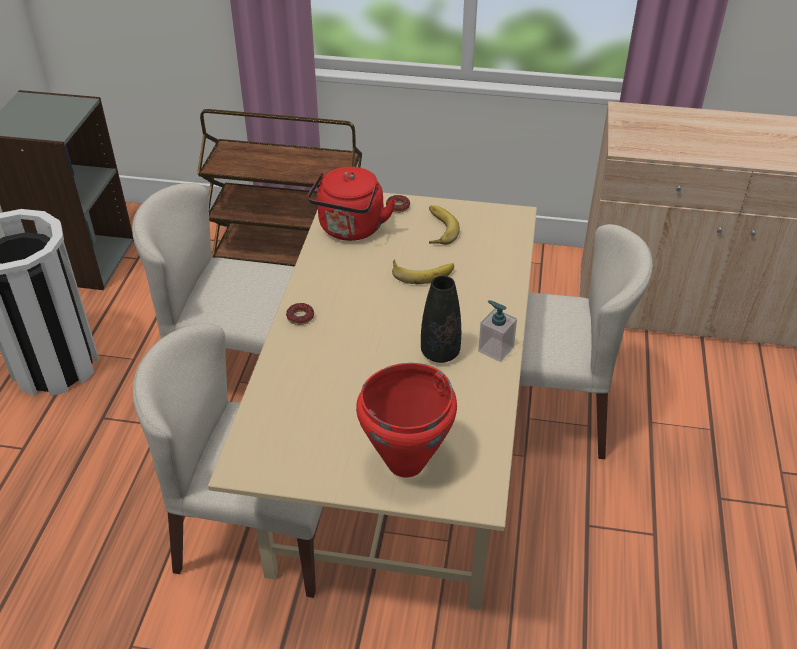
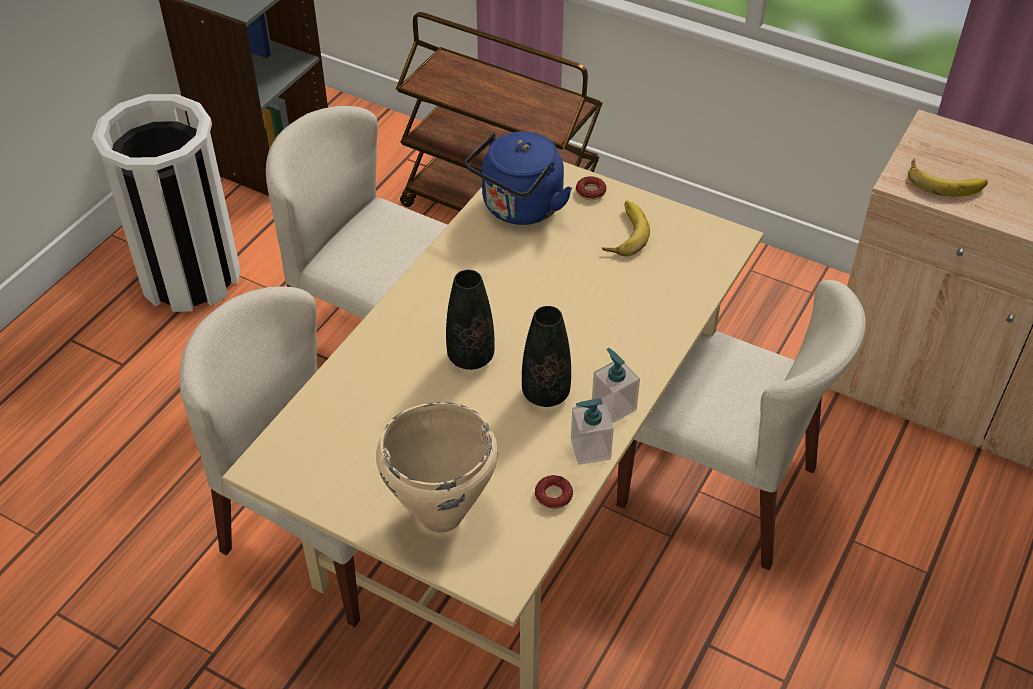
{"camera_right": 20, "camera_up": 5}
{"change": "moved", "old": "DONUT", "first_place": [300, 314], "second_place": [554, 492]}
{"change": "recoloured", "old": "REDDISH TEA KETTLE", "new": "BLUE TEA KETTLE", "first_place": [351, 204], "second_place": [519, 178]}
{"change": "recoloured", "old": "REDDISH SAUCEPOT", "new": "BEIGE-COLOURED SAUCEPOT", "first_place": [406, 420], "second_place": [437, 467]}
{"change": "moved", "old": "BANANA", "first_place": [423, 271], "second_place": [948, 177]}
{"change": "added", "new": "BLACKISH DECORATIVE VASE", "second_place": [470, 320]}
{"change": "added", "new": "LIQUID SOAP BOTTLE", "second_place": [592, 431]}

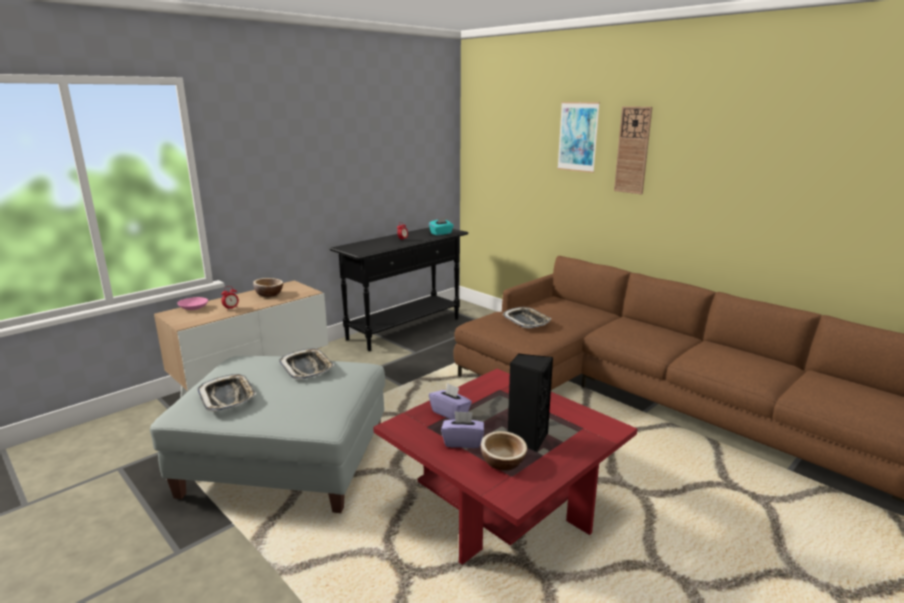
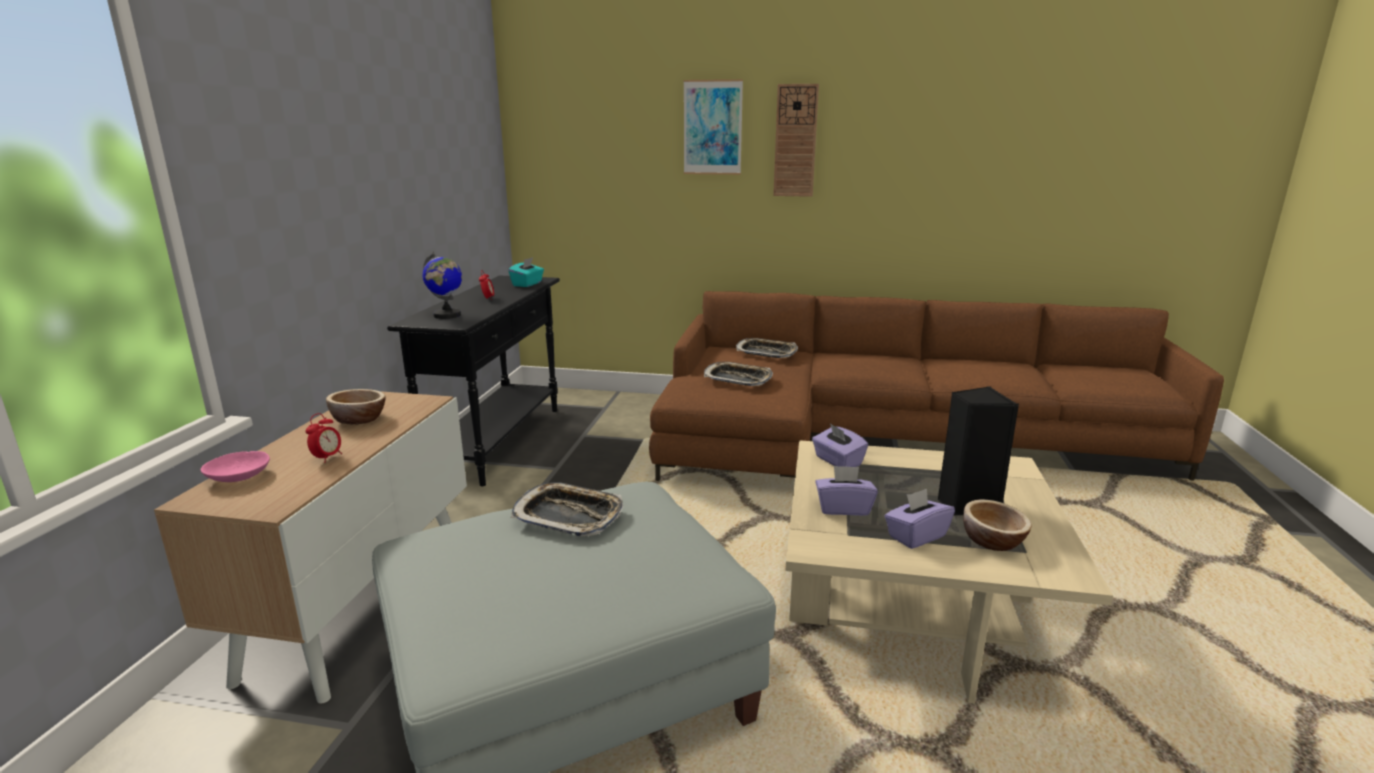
{"camera_right": -35, "camera_up": 0}
{"change": "moved", "old": "TRAY", "first_place": [226, 393], "second_place": [767, 348]}
{"change": "recoloured", "old": "REDDISH LOW TABLE", "new": "BEIGE-COLOURED LOW TABLE", "first_place": [505, 467], "second_place": [949, 571]}
{"change": "added", "new": "GLOBE", "second_place": [442, 285]}
{"change": "added", "new": "PURPLE-COLOURED TISSUE BOX", "second_place": [840, 445]}

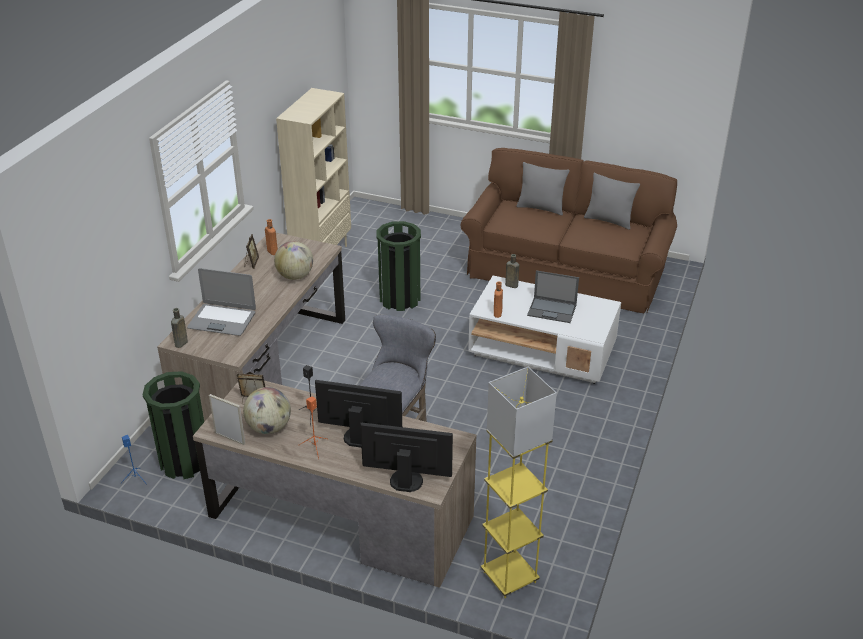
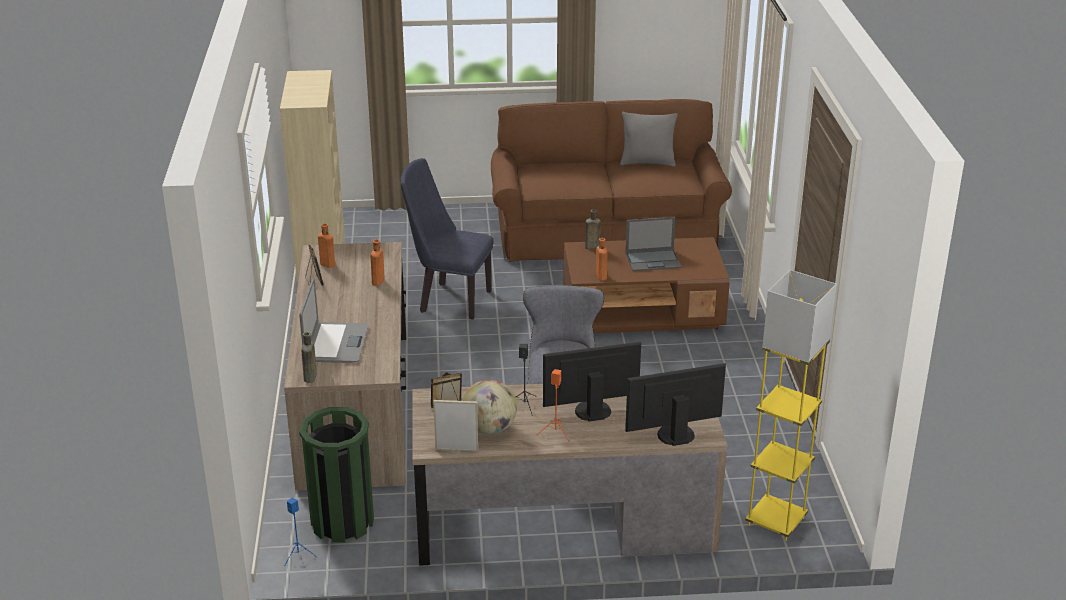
{"camera_right": -25, "camera_up": -5}
{"change": "turned", "old": "LAPTOP", "first_place": [221, 302], "second_place": [334, 320], "degrees": -75}
{"change": "replaced", "old": "GLOBE", "new": "ORANGEY DRINK BOTTLE", "first_place": [293, 260], "second_place": [378, 262]}
{"change": "replaced", "old": "GREEN WASTE BIN", "new": "BLUE CHAIR", "first_place": [398, 266], "second_place": [447, 239]}
{"change": "recoloured", "old": "WHITISH LOW TABLE", "new": "BROWN-COLOURED LOW TABLE", "first_place": [544, 330], "second_place": [646, 285]}
{"change": "removed", "old": "GREYISH THROW PILLOW", "first_place": [543, 188]}

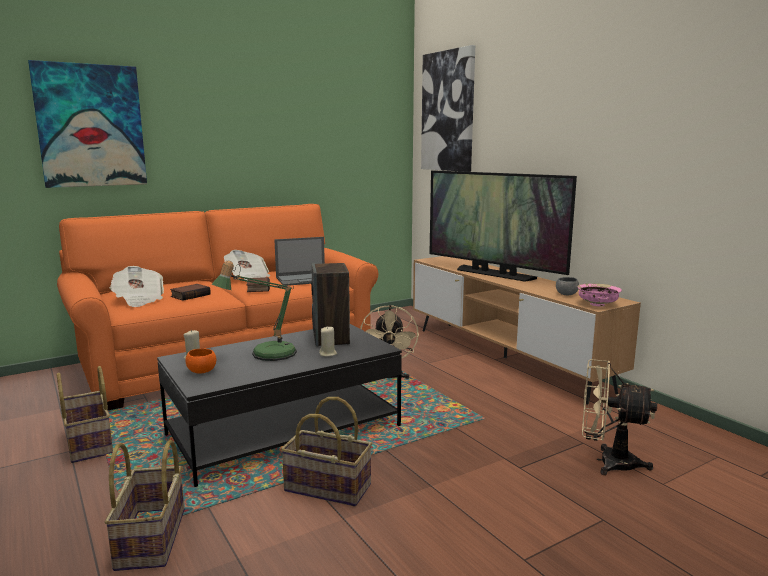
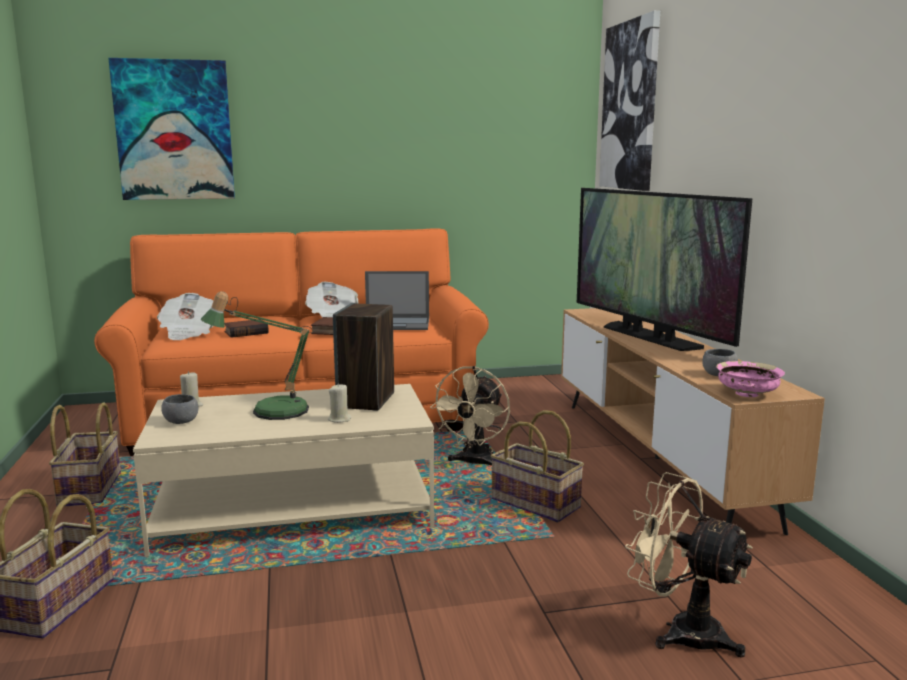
{"camera_right": 20, "camera_up": 0}
{"change": "recoloured", "old": "BLACKISH LOW TABLE", "new": "BEIGE-COLOURED LOW TABLE", "first_place": [279, 405], "second_place": [283, 470]}
{"change": "recoloured", "old": "ORANGEY DEEP DISH", "new": "GREYISH DEEP DISH", "first_place": [200, 361], "second_place": [179, 409]}
{"change": "moved", "old": "STORAGE BASKET", "first_place": [326, 452], "second_place": [537, 466]}

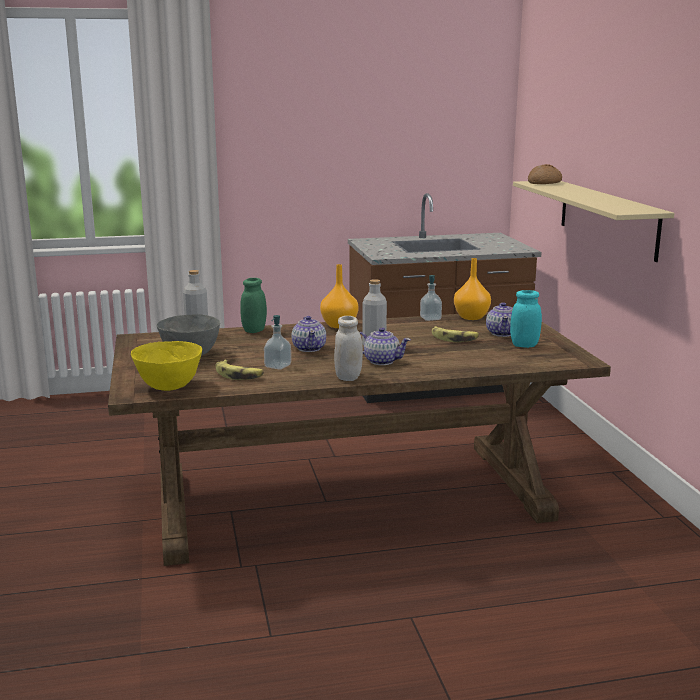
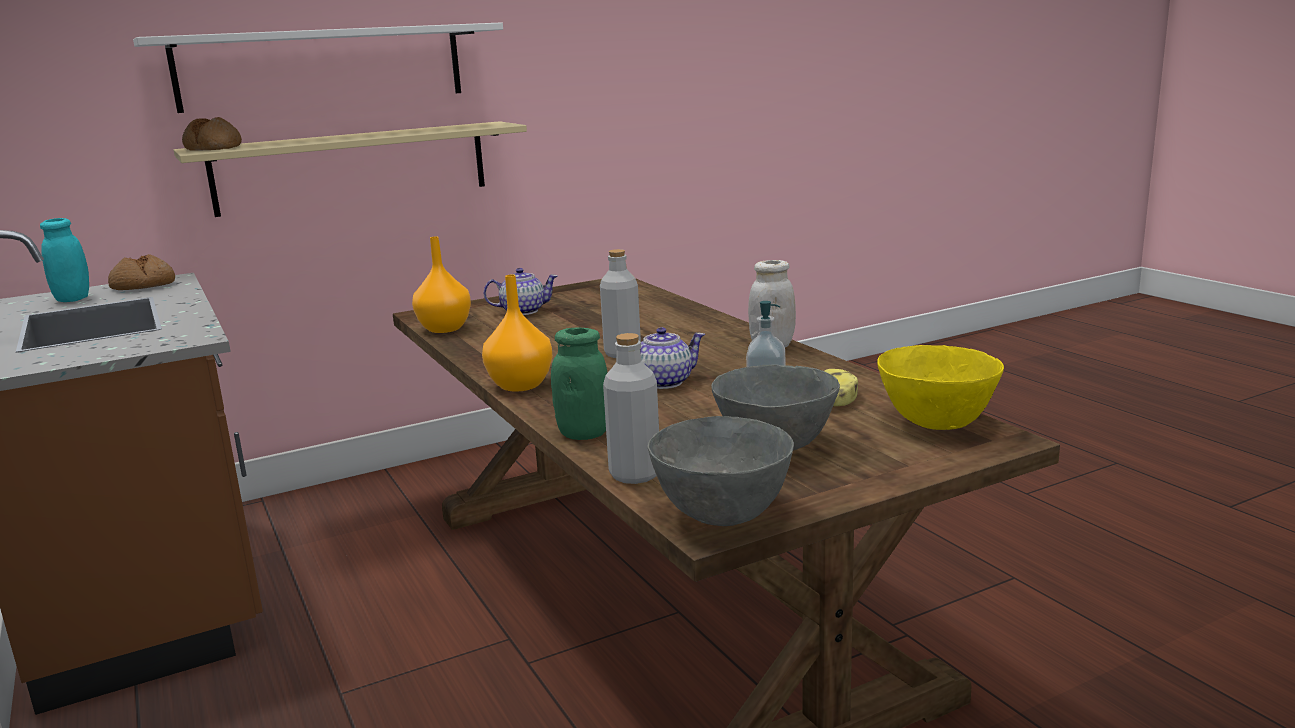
{"camera_right": -105, "camera_up": 0}
{"change": "removed", "old": "TEA POT", "first_place": [385, 346]}
{"change": "removed", "old": "LIQUID SOAP BOTTLE", "first_place": [431, 298]}
{"change": "removed", "old": "BANANA", "first_place": [455, 334]}
{"change": "moved", "old": "TURQUOISE-COLOURED JAR", "first_place": [526, 319], "second_place": [64, 260]}
{"change": "added", "new": "BAKED BREAD", "second_place": [141, 272]}
{"change": "added", "new": "WHITISH SHELF", "second_place": [318, 67]}
{"change": "added", "new": "GREYISH DEEP DISH", "second_place": [720, 471]}

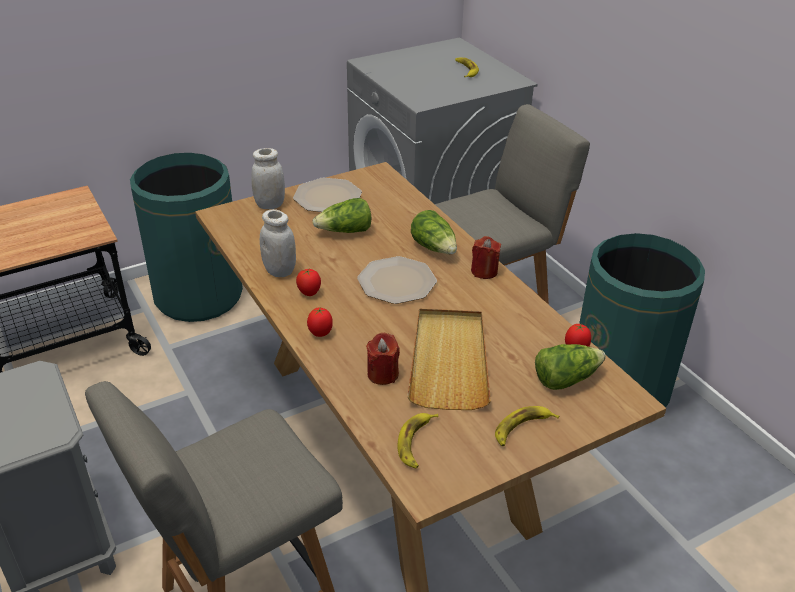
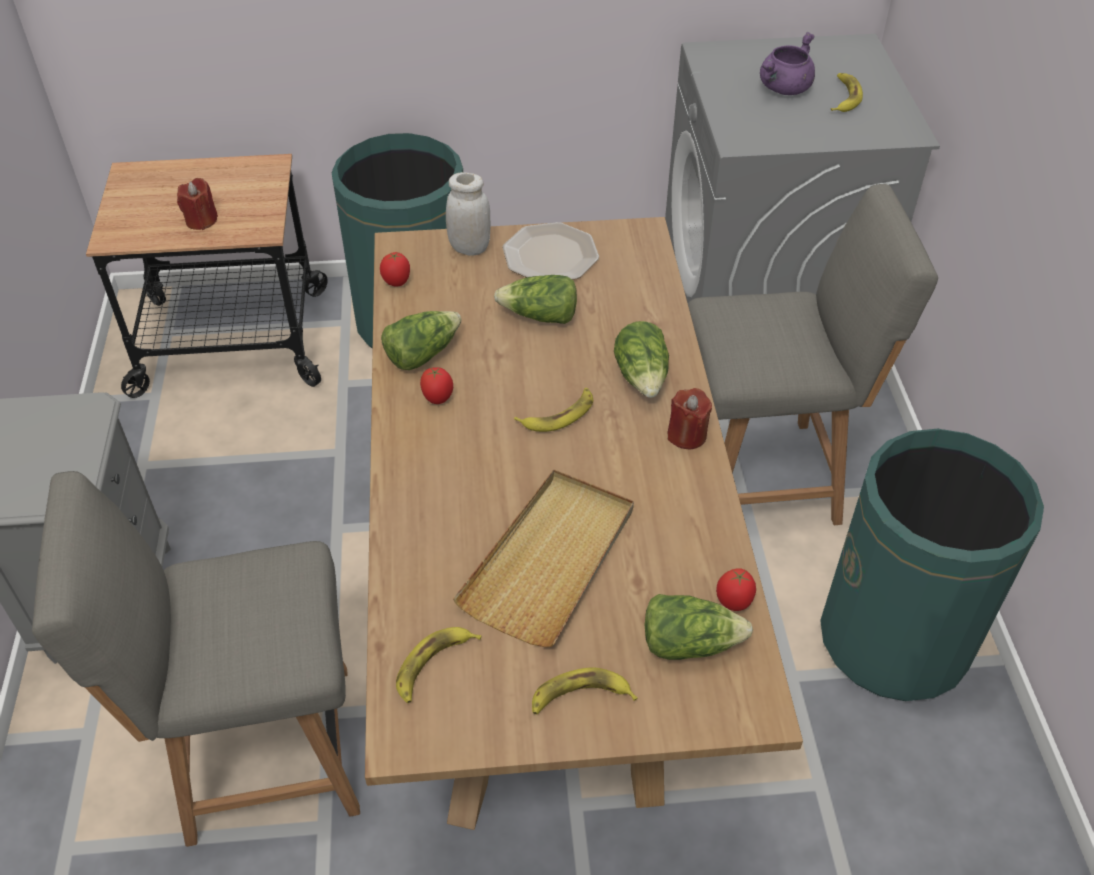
{"camera_right": 25, "camera_up": 10}
{"change": "replaced", "old": "WHITISH JAR", "new": "HEAD OF LETTUCE", "first_place": [278, 243], "second_place": [421, 340]}
{"change": "moved", "old": "WHOLE TOMATO", "first_place": [320, 322], "second_place": [395, 269]}
{"change": "replaced", "old": "DINNER PLATE", "new": "BANANA", "first_place": [397, 280], "second_place": [553, 410]}
{"change": "moved", "old": "REDDISH WAX LIGHT", "first_place": [383, 359], "second_place": [197, 204]}
{"change": "added", "new": "PURPLE-COLOURED SAUCEPOT", "second_place": [787, 63]}

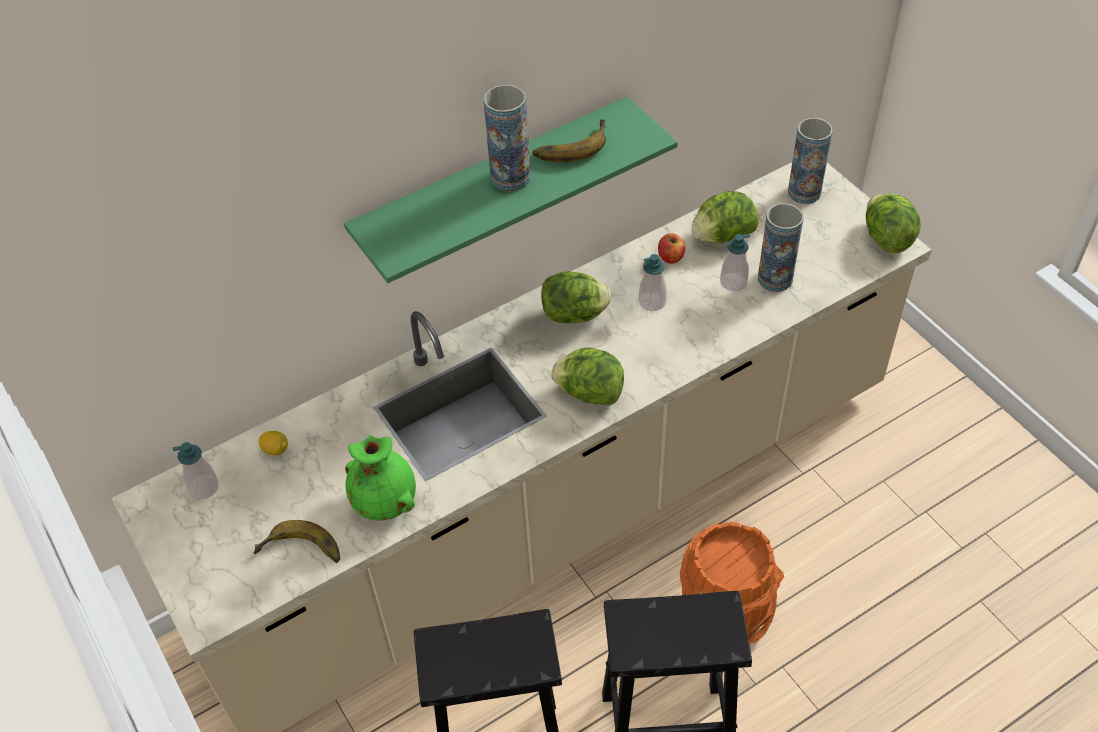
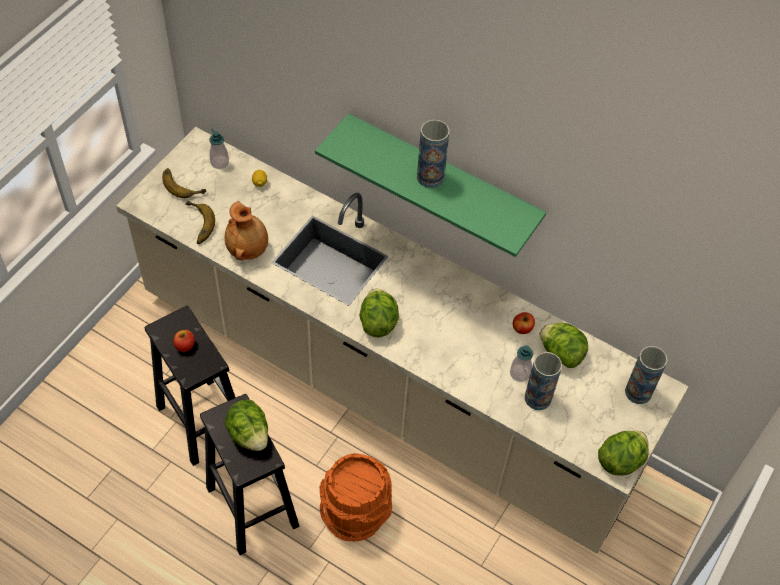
{"camera_right": 60, "camera_up": 5}
{"change": "recoloured", "old": "GREEN DECORATIVE VASE", "new": "BROWN-COLOURED DECORATIVE VASE", "first_place": [380, 477], "second_place": [246, 230]}
{"change": "moved", "old": "BANANA", "first_place": [569, 140], "second_place": [184, 183]}
{"change": "moved", "old": "HEAD OF LETTUCE", "first_place": [576, 297], "second_place": [246, 425]}
{"change": "removed", "old": "LIQUID SOAP BOTTLE", "first_place": [653, 282]}
{"change": "added", "new": "APPLE", "second_place": [184, 341]}

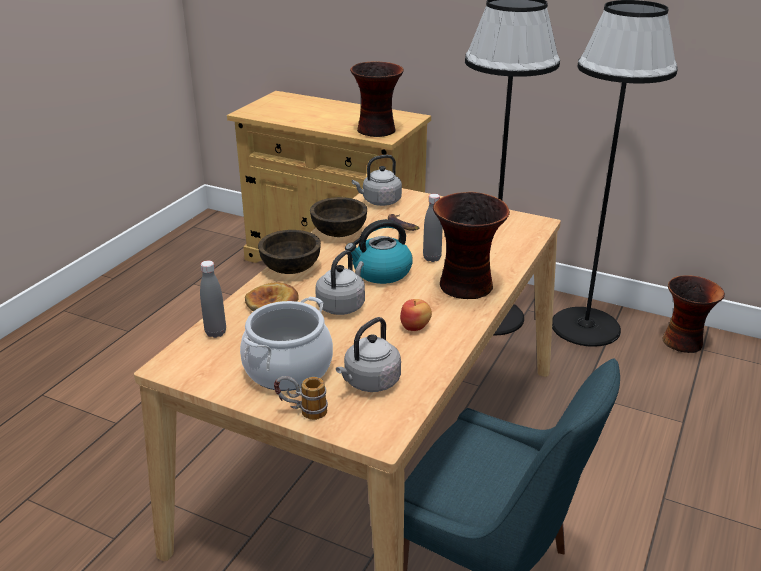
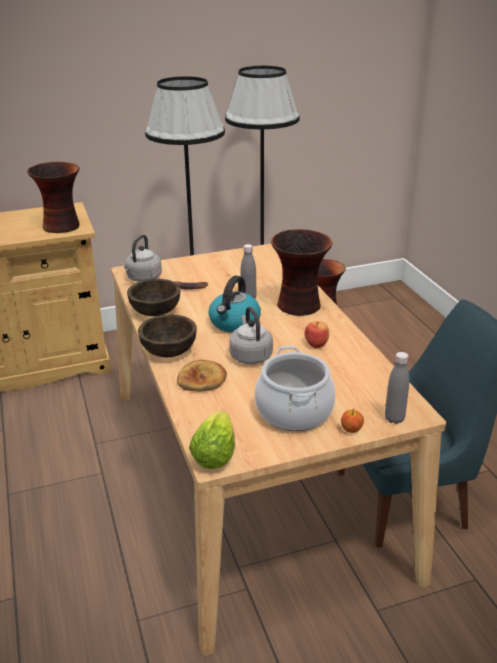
{"camera_right": -45, "camera_up": 0}
{"change": "moved", "old": "GREYISH DRINK BOTTLE", "first_place": [213, 299], "second_place": [397, 388]}
{"change": "replaced", "old": "MUG", "new": "APPLE", "first_place": [301, 398], "second_place": [352, 421]}
{"change": "removed", "old": "GREYISH TEA KETTLE", "first_place": [368, 354]}
{"change": "added", "new": "HEAD OF LETTUCE", "second_place": [212, 440]}

